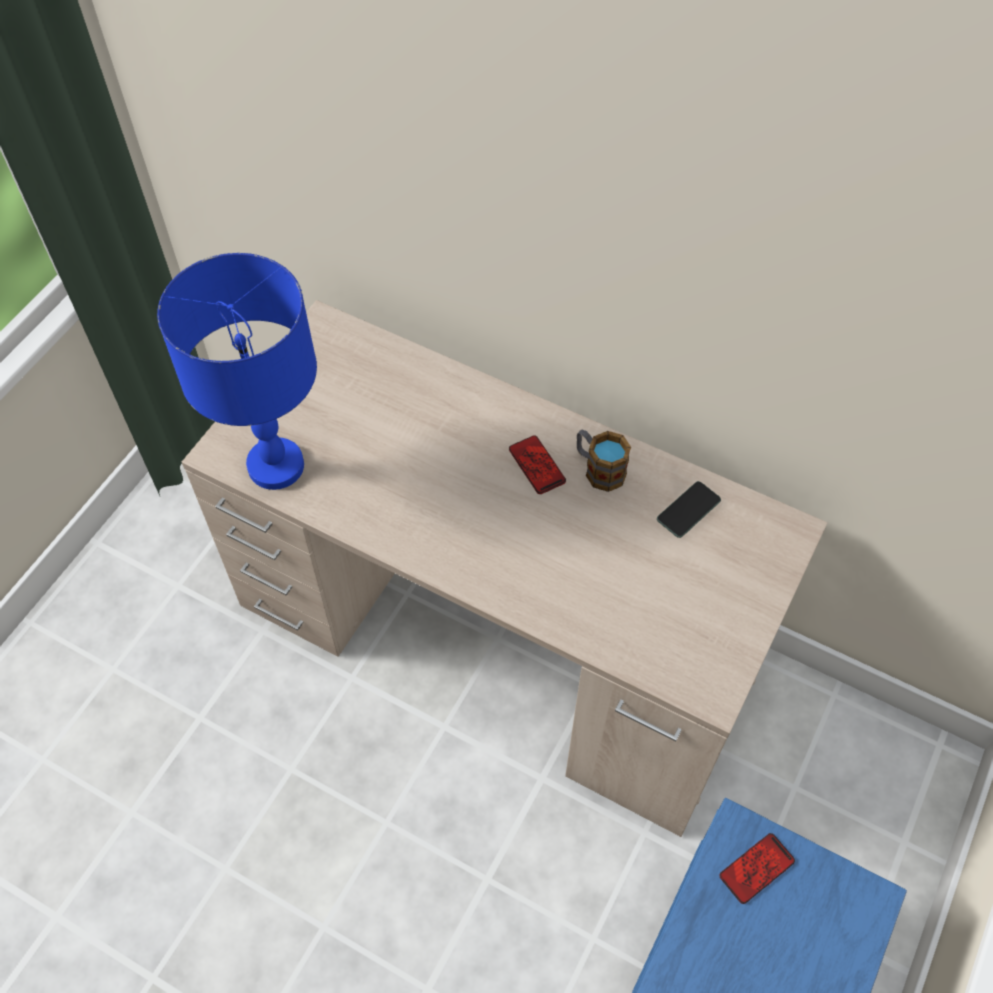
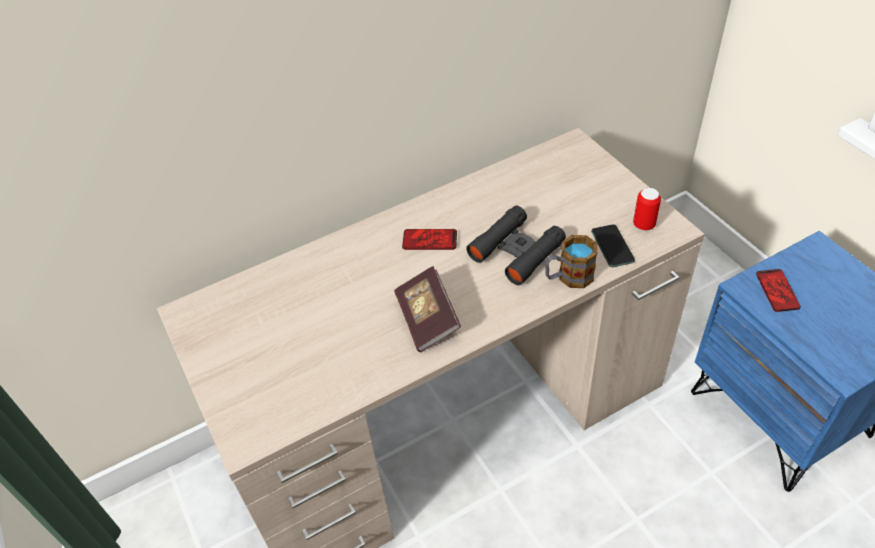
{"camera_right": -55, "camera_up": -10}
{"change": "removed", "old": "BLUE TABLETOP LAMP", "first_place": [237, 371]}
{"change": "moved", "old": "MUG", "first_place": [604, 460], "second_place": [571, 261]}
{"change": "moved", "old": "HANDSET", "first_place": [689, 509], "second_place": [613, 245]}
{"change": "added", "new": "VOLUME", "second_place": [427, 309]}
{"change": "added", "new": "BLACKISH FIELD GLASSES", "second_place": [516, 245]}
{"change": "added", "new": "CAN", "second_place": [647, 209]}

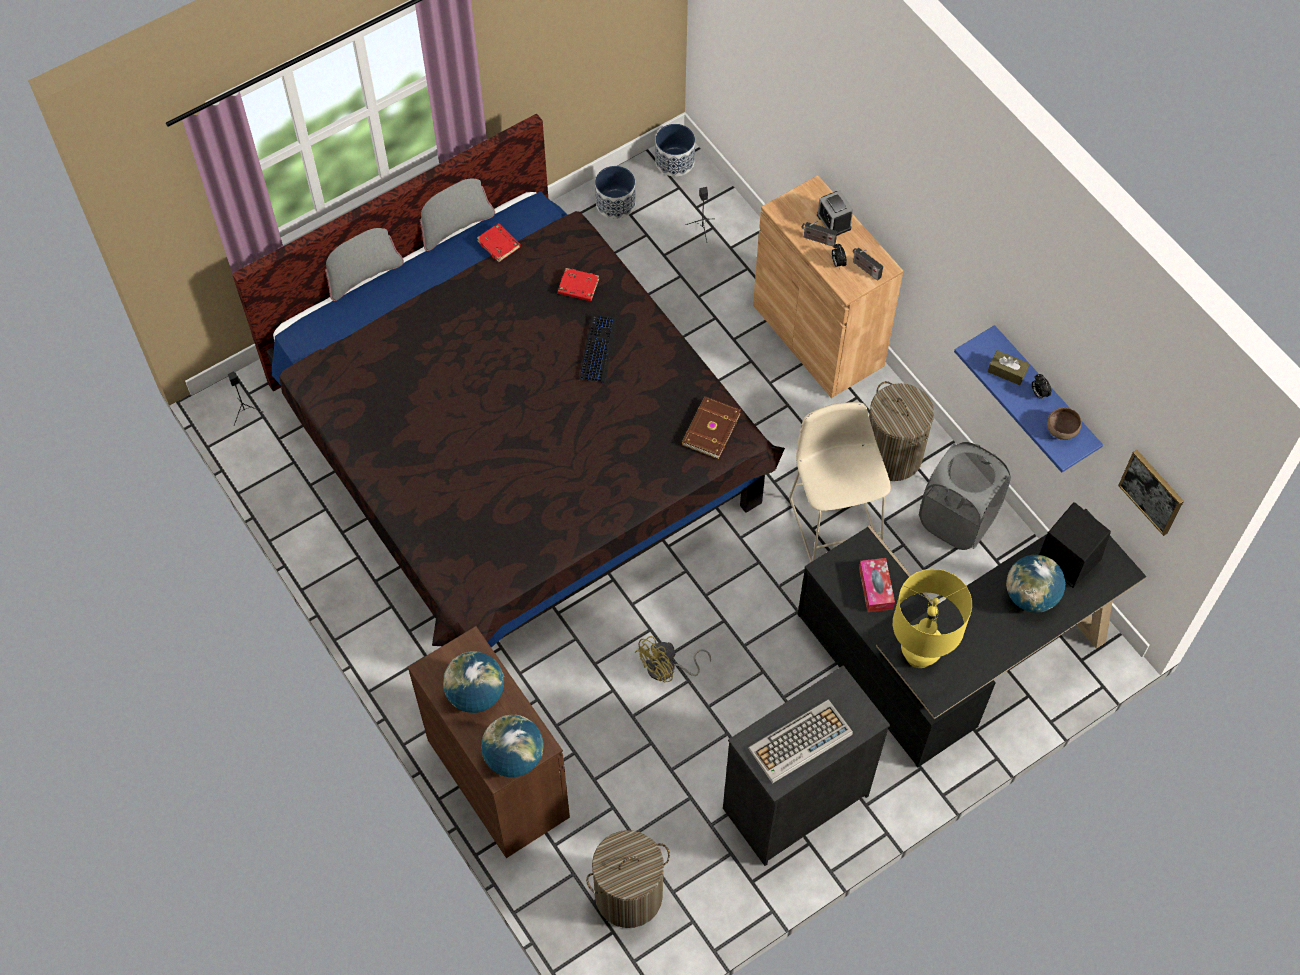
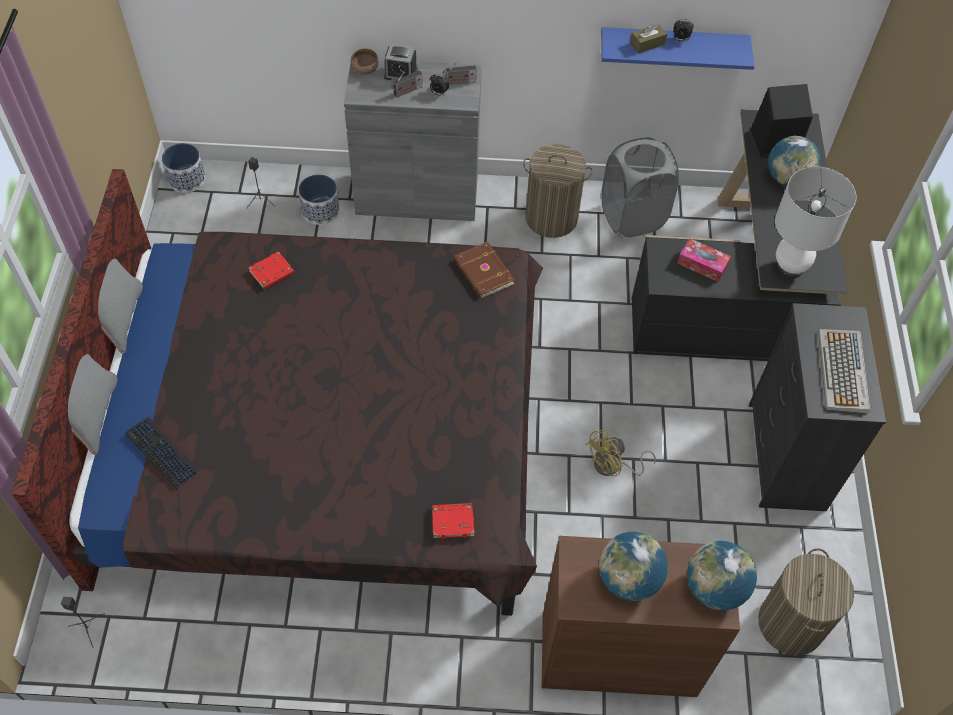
{"camera_right": -55, "camera_up": -5}
{"change": "moved", "old": "REDDISH VOLUME", "first_place": [499, 242], "second_place": [453, 521]}
{"change": "moved", "old": "PC KEYBOARD", "first_place": [598, 348], "second_place": [162, 453]}
{"change": "moved", "old": "PLANT POT", "first_place": [615, 192], "second_place": [318, 200]}
{"change": "turned", "old": "YELLOWISH FAN", "first_place": [673, 659], "second_place": [620, 452], "degrees": 60}
{"change": "recoloured", "old": "BROWN-COLOURED STORAGE CABINET", "new": "GREYISH STORAGE CABINET", "first_place": [828, 286], "second_place": [413, 140]}
{"change": "removed", "old": "BEIGE-COLOURED STOOL SEAT", "first_place": [840, 482]}
{"change": "recoloured", "old": "YELLOWISH TABLETOP LAMP", "new": "WHITISH TABLETOP LAMP", "first_place": [932, 618], "second_place": [816, 222]}
{"change": "moved", "old": "BROWN-COLOURED DEEP DISH", "first_place": [1064, 424], "second_place": [365, 61]}
{"change": "removed", "old": "WALL ART", "first_place": [1151, 493]}

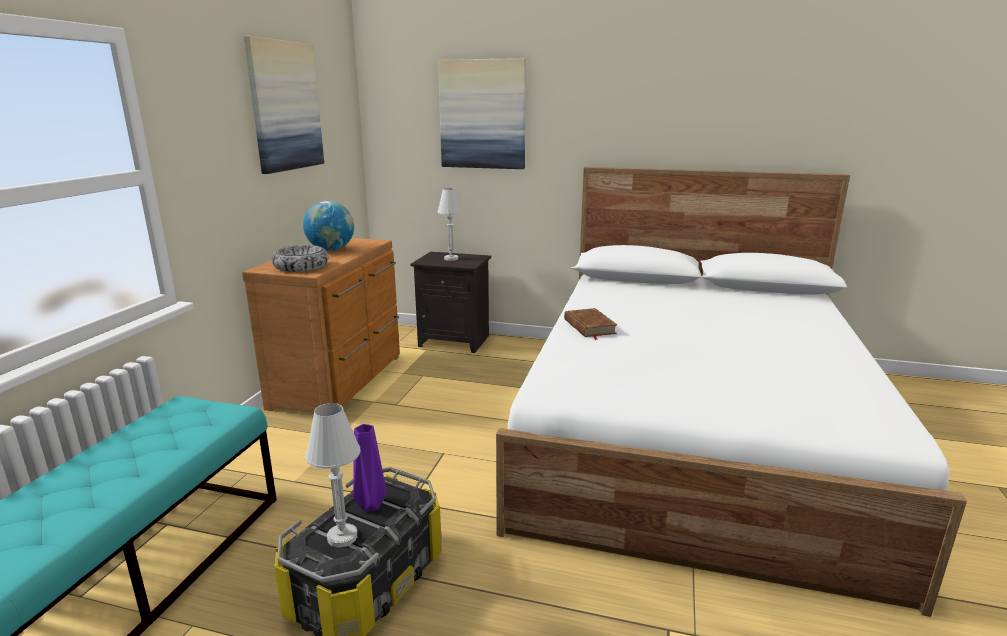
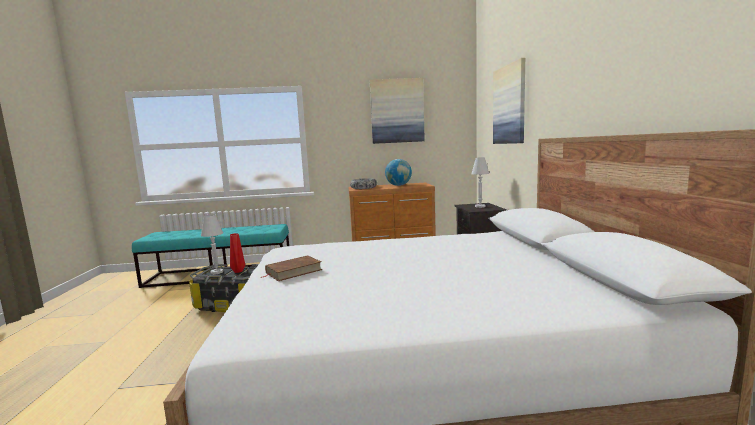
{"camera_right": 70, "camera_up": -10}
{"change": "recoloured", "old": "PURPLE-COLOURED DECORATIVE VASE", "new": "REDDISH DECORATIVE VASE", "first_place": [370, 468], "second_place": [237, 253]}
{"change": "moved", "old": "BROWN-COLOURED VOLUME", "first_place": [590, 324], "second_place": [291, 268]}

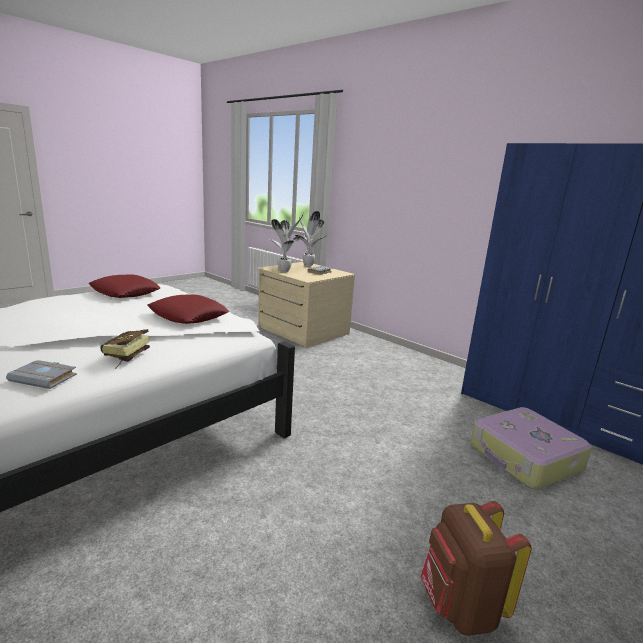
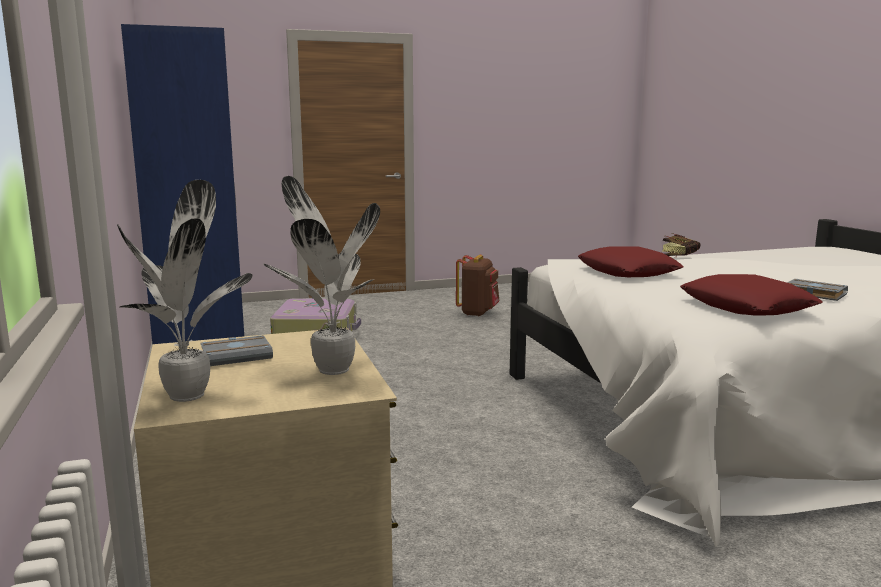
{"camera_right": -150, "camera_up": -5}
{"change": "moved", "old": "GREYISH VOLUME", "first_place": [41, 374], "second_place": [817, 290]}

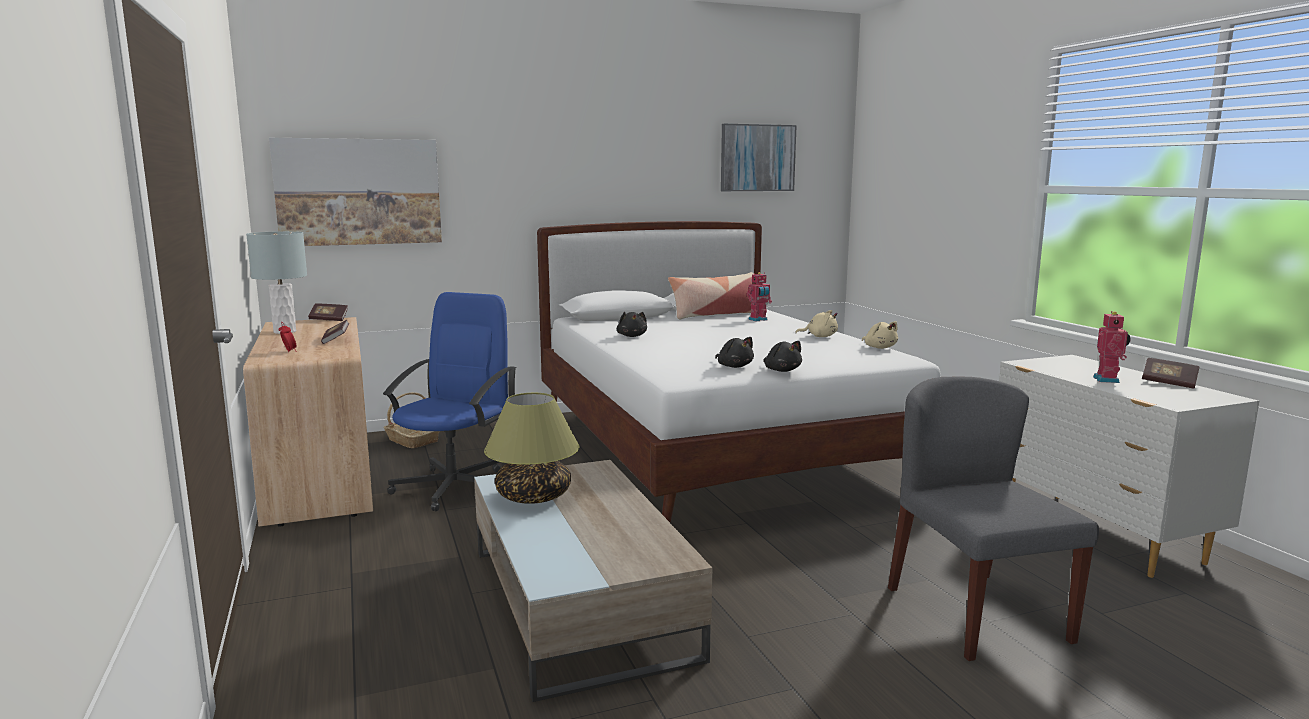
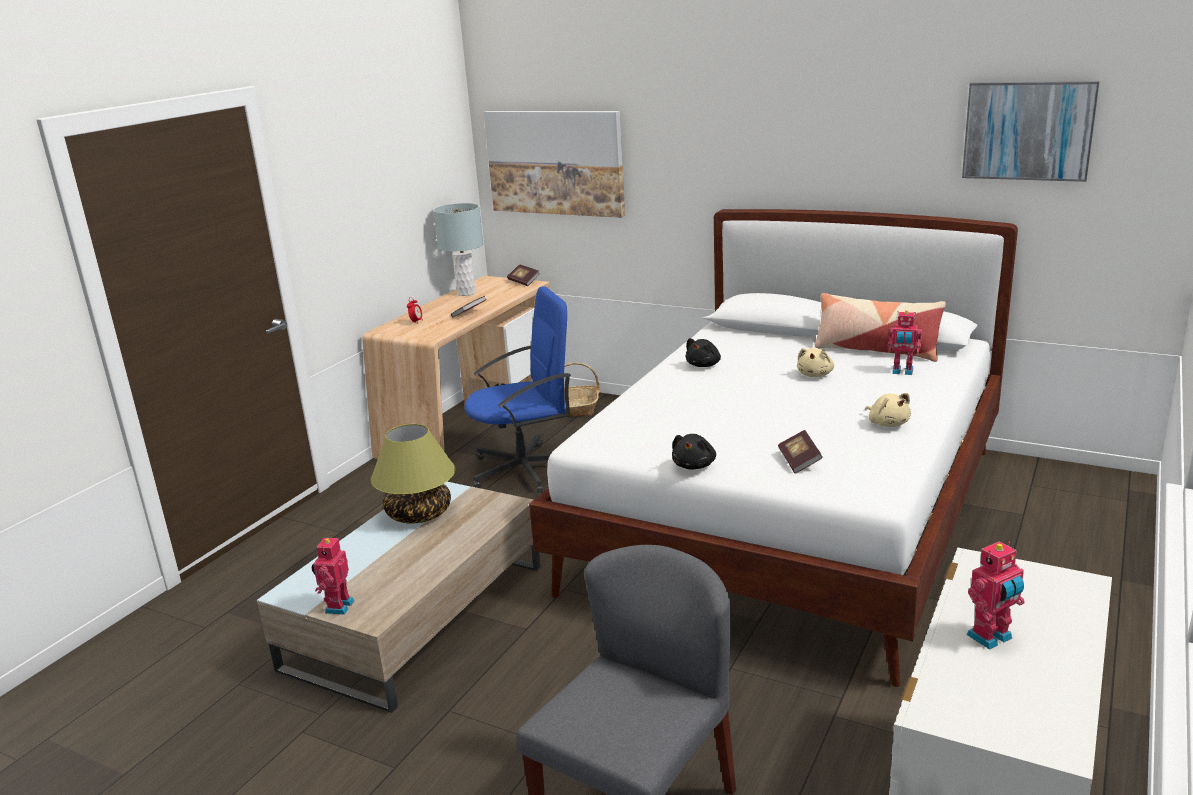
{"camera_right": 50, "camera_up": 10}
{"change": "removed", "old": "BLACKISH PLUSH TOY", "first_place": [734, 352]}
{"change": "moved", "old": "BEIGE-COLOURED PLUSH TOY", "first_place": [880, 335], "second_place": [815, 362]}
{"change": "moved", "old": "VOLUME", "first_place": [1170, 373], "second_place": [800, 452]}
{"change": "added", "new": "MODEL ROBOT", "second_place": [333, 575]}

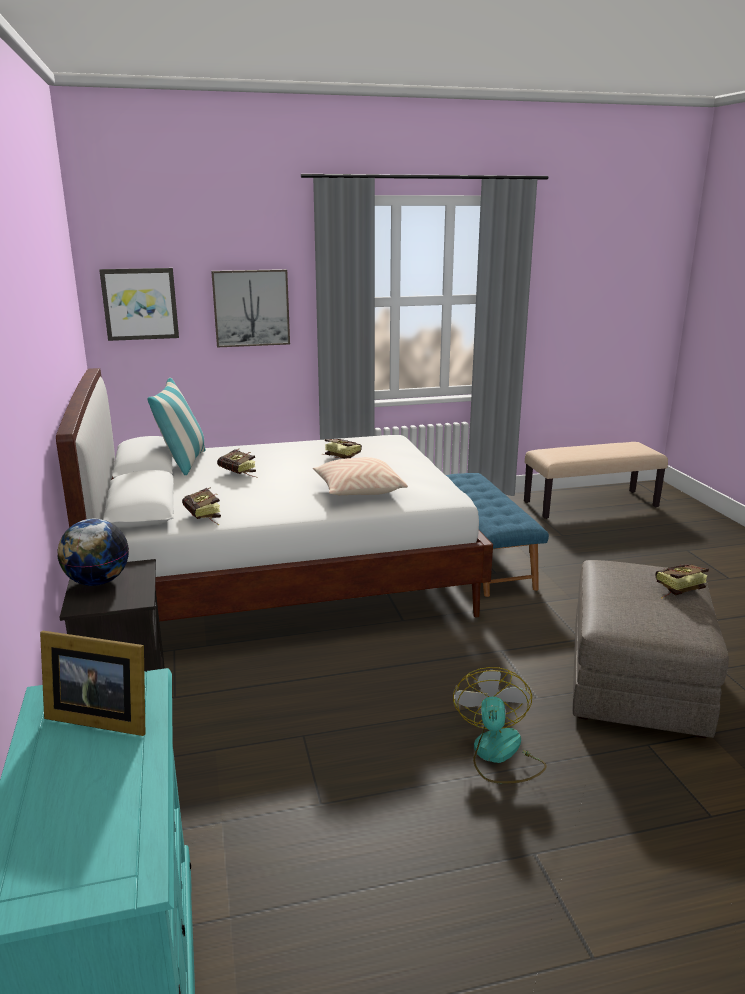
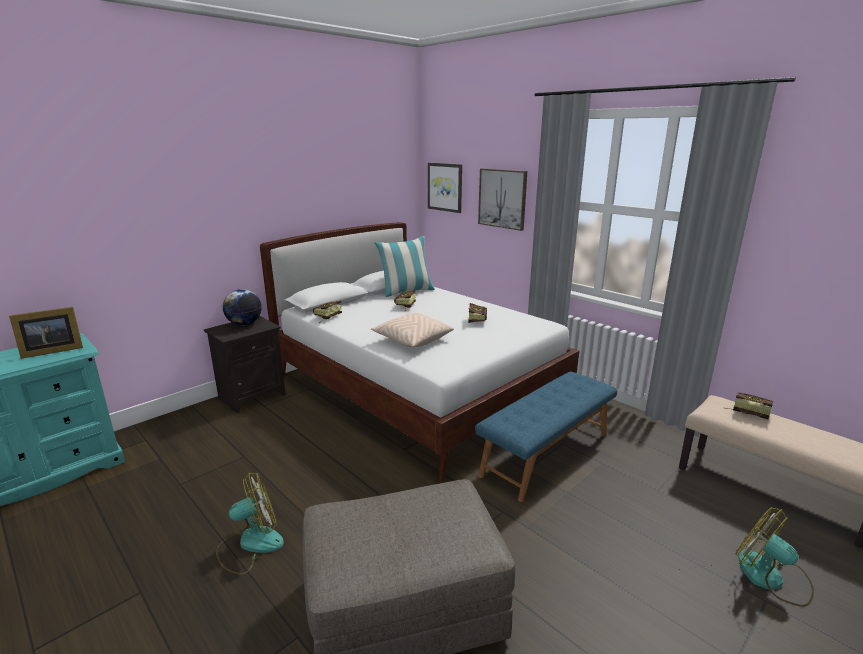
{"camera_right": 60, "camera_up": 0}
{"change": "turned", "old": "PHOTO FRAME", "first_place": [92, 683], "second_place": [46, 333], "degrees": -105}
{"change": "moved", "old": "VOLUME", "first_place": [682, 581], "second_place": [749, 405]}
{"change": "added", "new": "FAN", "second_place": [775, 557]}

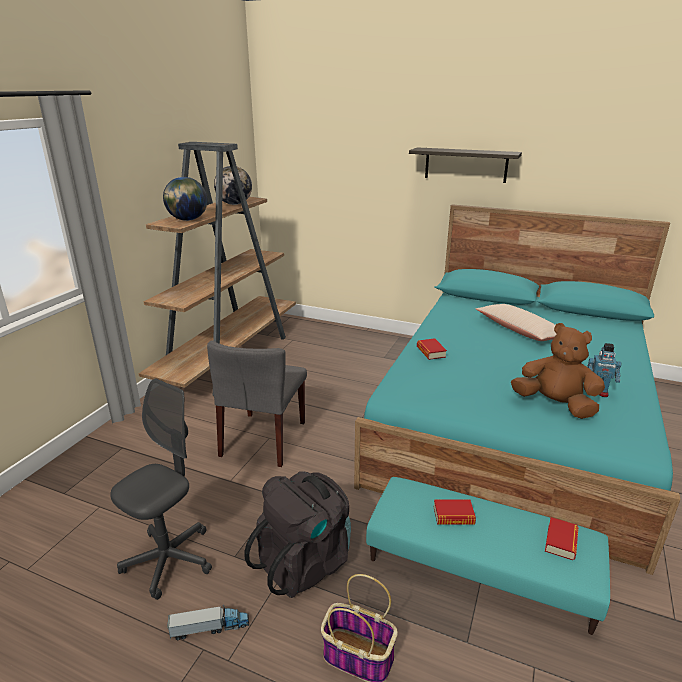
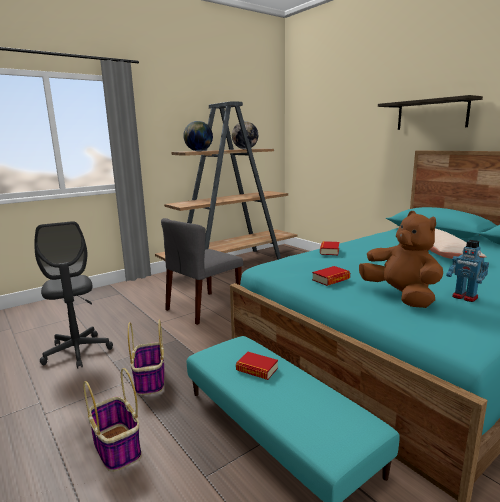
{"camera_right": 30, "camera_up": -10}
{"change": "turned", "old": "GREYISH OFFICE CHAIR", "first_place": [161, 489], "second_place": [73, 295], "degrees": 90}
{"change": "removed", "old": "TOY TRUCK", "first_place": [208, 622]}
{"change": "replaced", "old": "BLACKISH BACKPACK", "new": "STORAGE BASKET", "first_place": [297, 534], "second_place": [146, 357]}
{"change": "moved", "old": "VOLUME", "first_place": [561, 538], "second_place": [331, 276]}

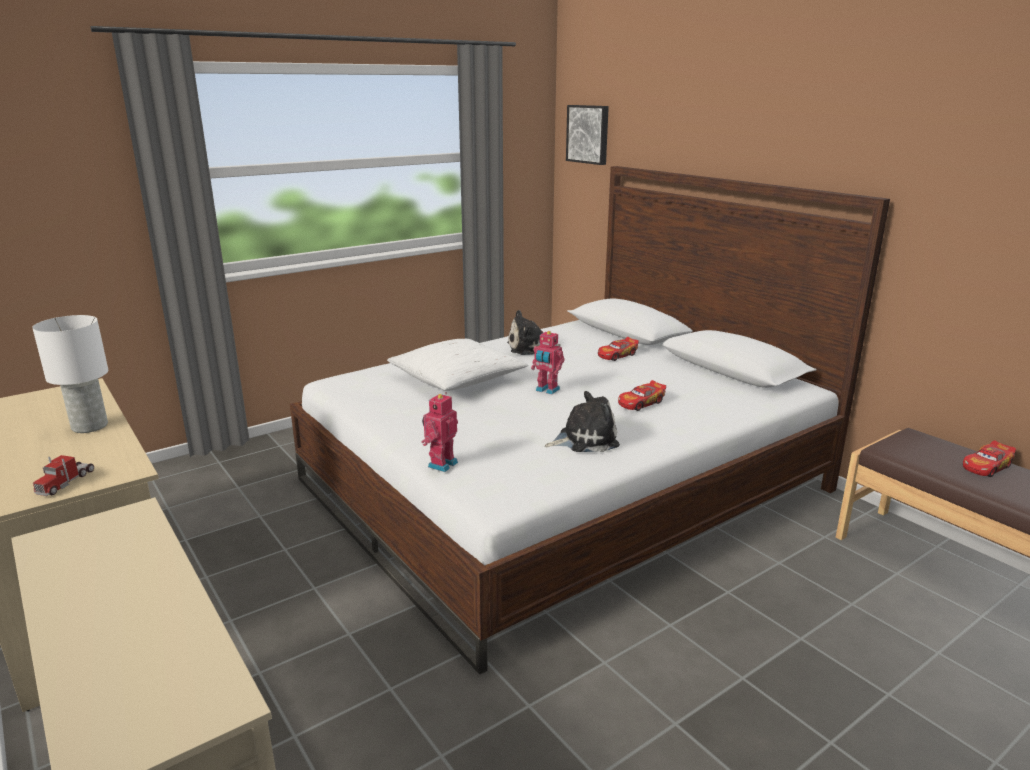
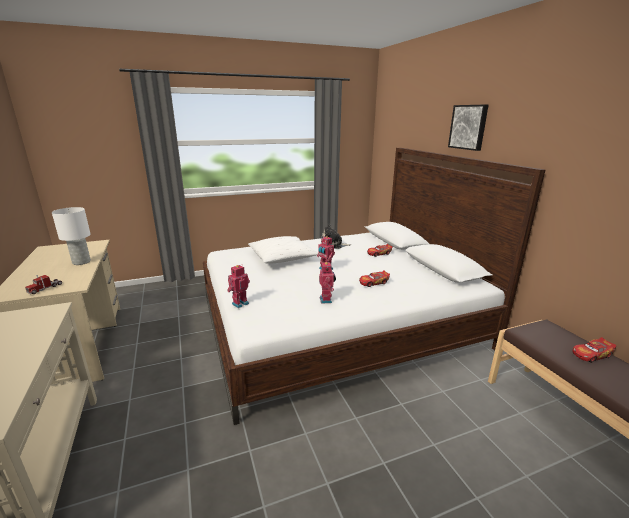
{"camera_right": 15, "camera_up": 0}
{"change": "replaced", "old": "PLUSH TOY", "new": "MODEL ROBOT", "first_place": [582, 421], "second_place": [327, 283]}
{"change": "moved", "old": "WALL ART", "first_place": [587, 135], "second_place": [468, 128]}

